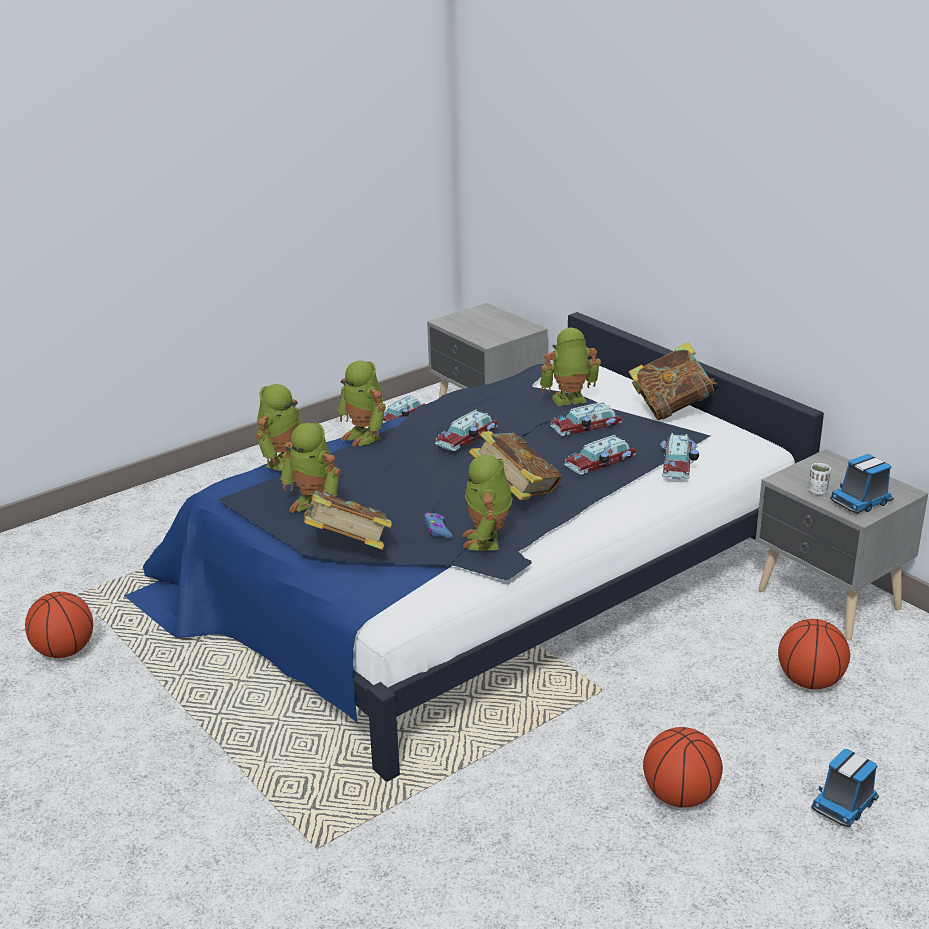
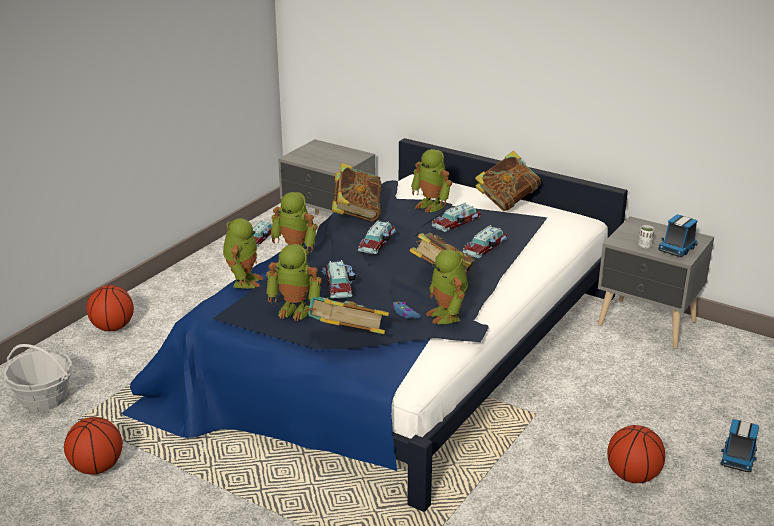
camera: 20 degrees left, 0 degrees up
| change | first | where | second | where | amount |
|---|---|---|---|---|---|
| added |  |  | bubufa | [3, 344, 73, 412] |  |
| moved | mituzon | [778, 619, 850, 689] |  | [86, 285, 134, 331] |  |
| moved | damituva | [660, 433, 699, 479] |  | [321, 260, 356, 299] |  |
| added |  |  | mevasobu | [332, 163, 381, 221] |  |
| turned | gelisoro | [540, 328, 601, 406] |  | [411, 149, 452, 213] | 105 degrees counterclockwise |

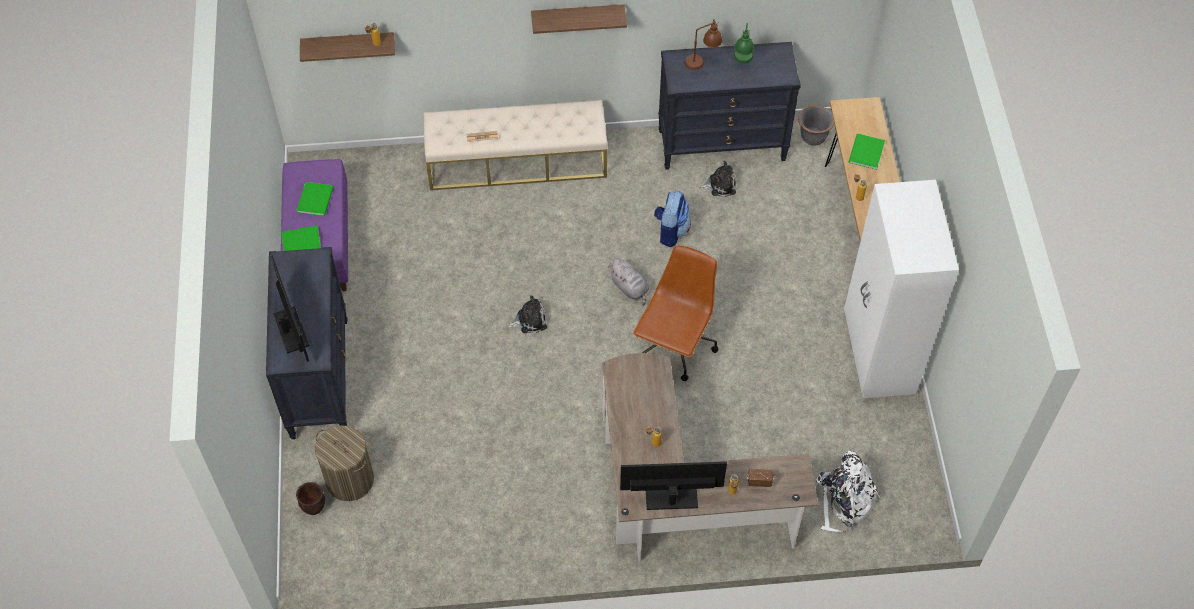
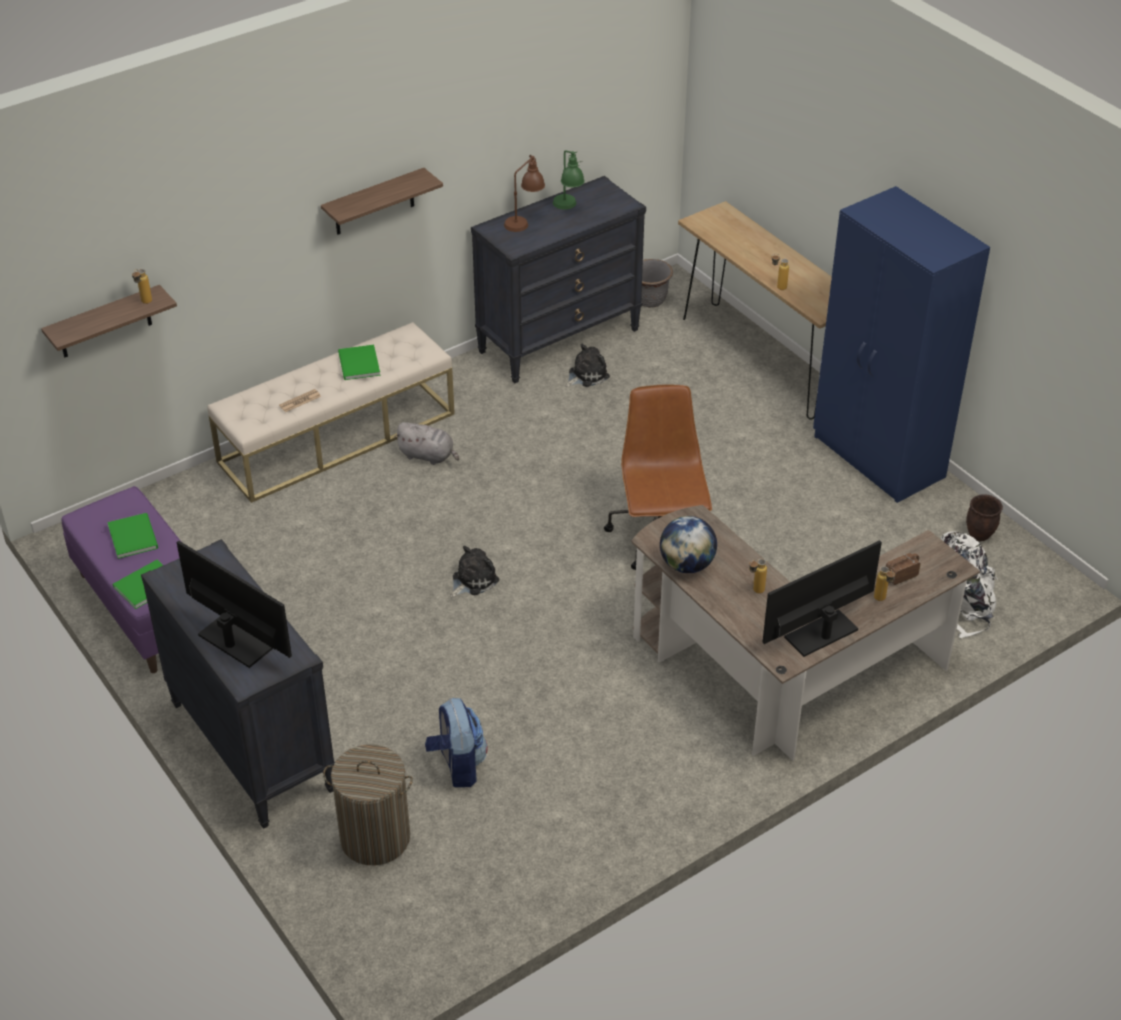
camera: 30 degrees left, 15 degrees down
| change | first | where | second | where | amount |
|---|---|---|---|---|---|
| moved | green mevasobu | [849, 133, 885, 170] |  | [338, 345, 380, 380] |  |
| moved | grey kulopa | [608, 258, 649, 306] |  | [394, 422, 459, 465] |  |
| moved | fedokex | [654, 191, 691, 247] |  | [425, 698, 488, 788] |  |
| added |  |  | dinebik | [660, 516, 717, 573] |  |
| recoloured | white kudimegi | [844, 180, 959, 398] | blue kudimegi | [813, 186, 990, 503] |  |
| moved | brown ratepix | [296, 482, 325, 515] |  | [966, 494, 1003, 541] |  |

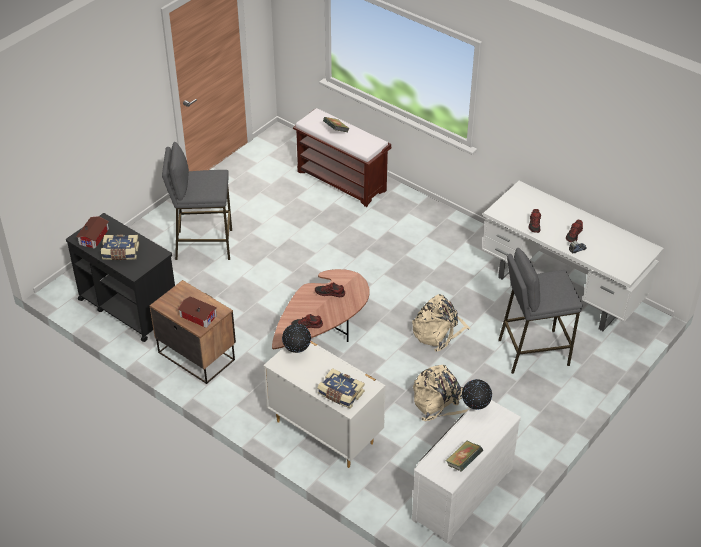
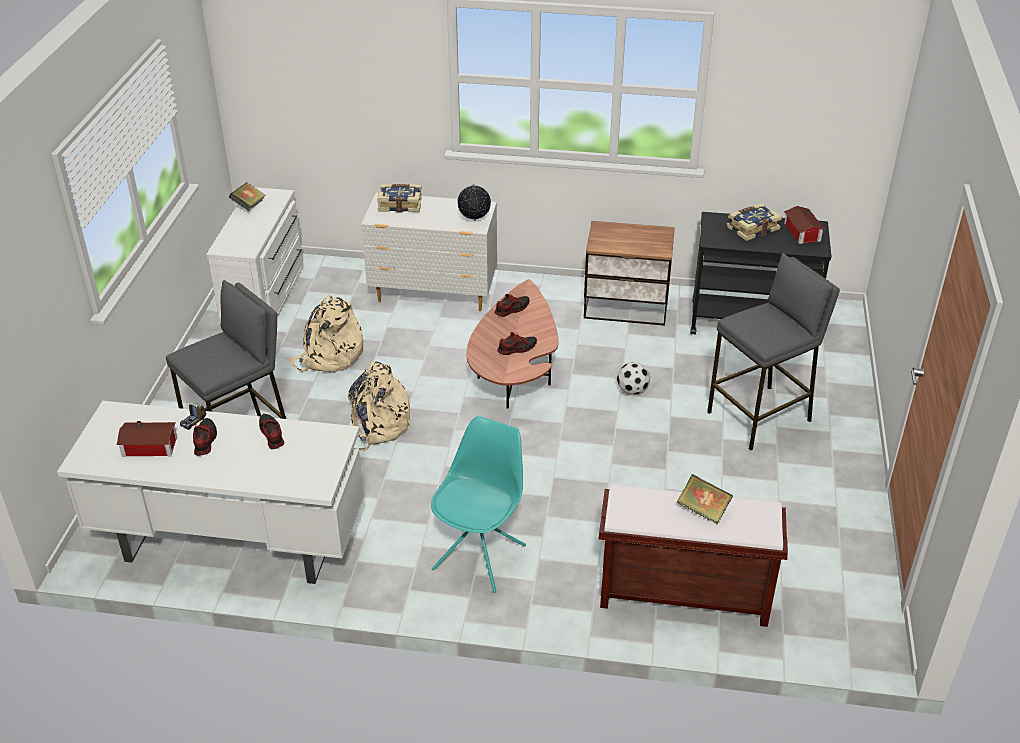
camera: 150 degrees right, 5 degrees down
| change | first | where | second | where | amount |
|---|---|---|---|---|---|
| moved | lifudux | [177, 296, 217, 328] |  | [117, 421, 177, 457] |  |
| added |  |  | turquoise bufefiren | [431, 416, 526, 593] |  |
| added |  |  | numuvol | [617, 362, 650, 395] |  |
| removed | dinebik | [462, 379, 492, 410] |  |  |  |

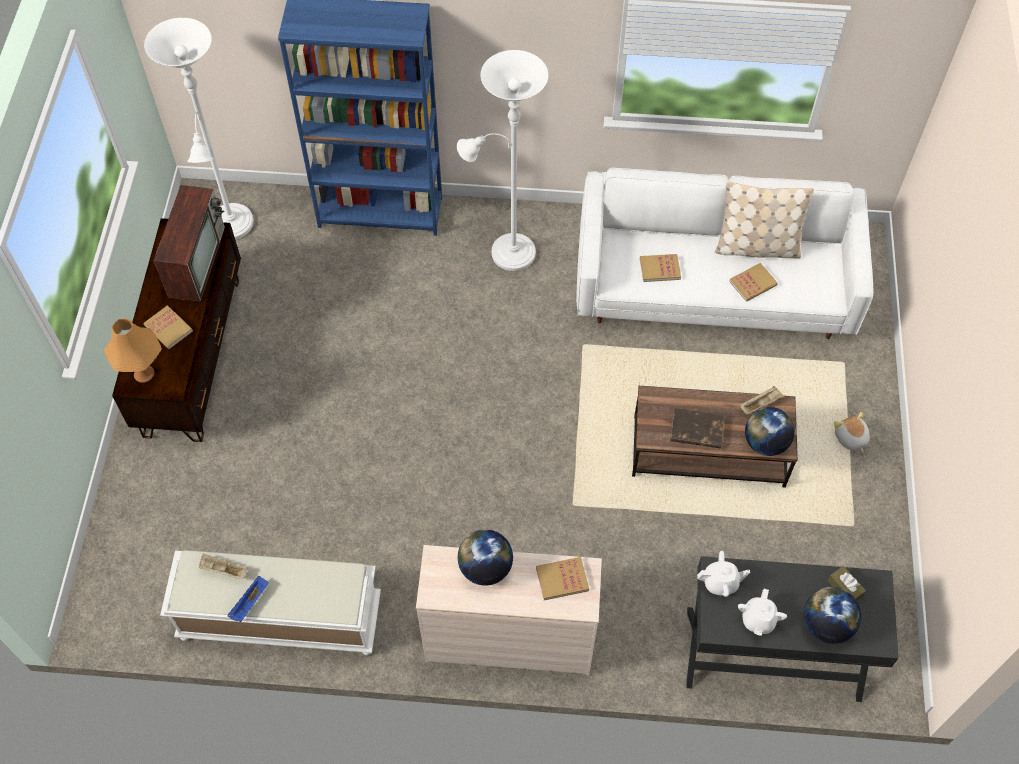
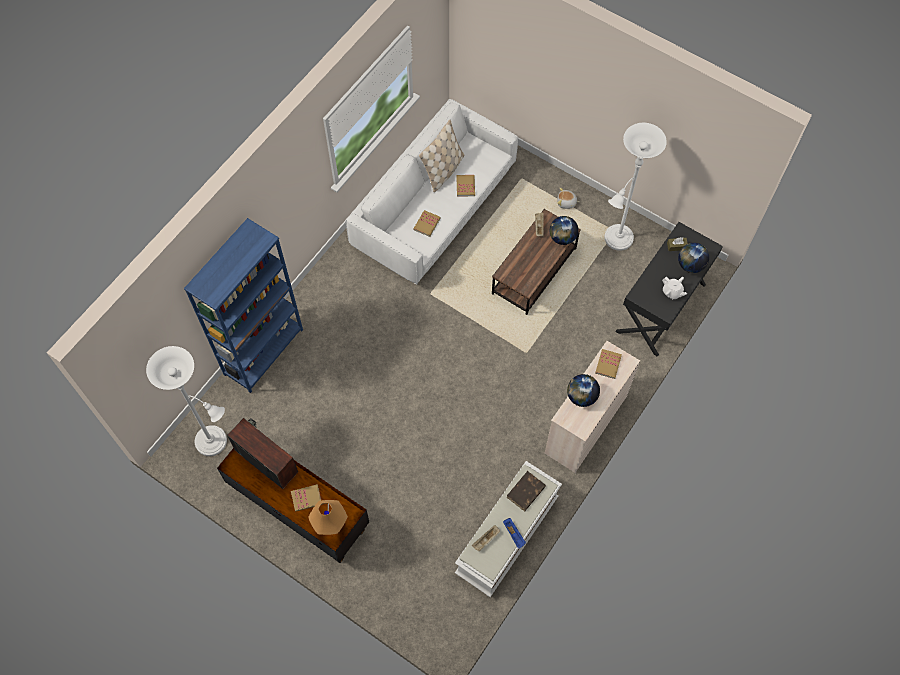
camera: 60 degrees left, 5 degrees up
| change | first | where | second | where | amount |
|---|---|---|---|---|---|
| moved | brown mevasobu | [670, 408, 725, 449] |  | [507, 471, 546, 511] |  |
| moved | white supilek | [457, 50, 548, 271] |  | [605, 123, 667, 251] |  |
| removed | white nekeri | [697, 551, 750, 597] |  |  |  |

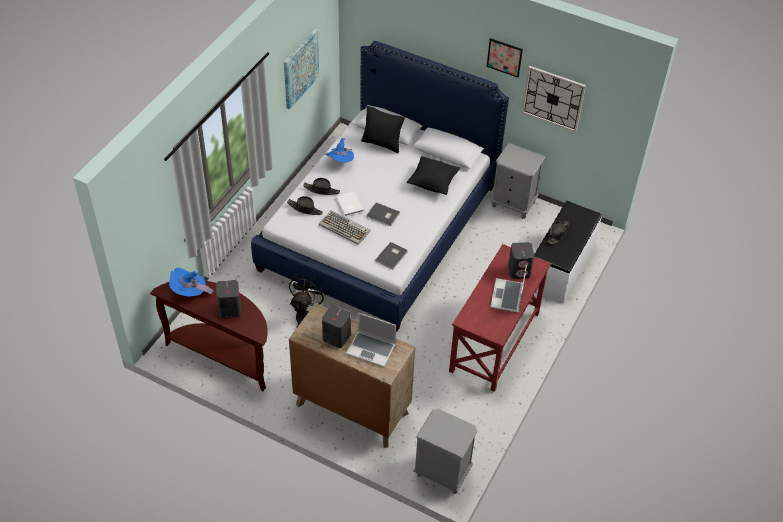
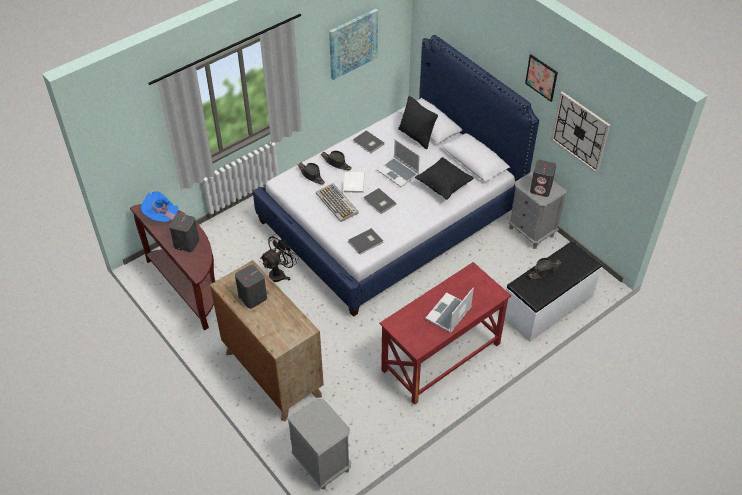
camera: 25 degrees right, 0 degrees up
| change | first | where | second | where | amount |
|---|---|---|---|---|---|
| replaced | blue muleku | [325, 138, 354, 163] | grey mevasobu | [353, 130, 384, 153] |  |
| moved | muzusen | [346, 312, 396, 367] |  | [377, 139, 420, 187] |  |
| moved | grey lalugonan | [508, 242, 534, 279] |  | [530, 160, 556, 197] |  |

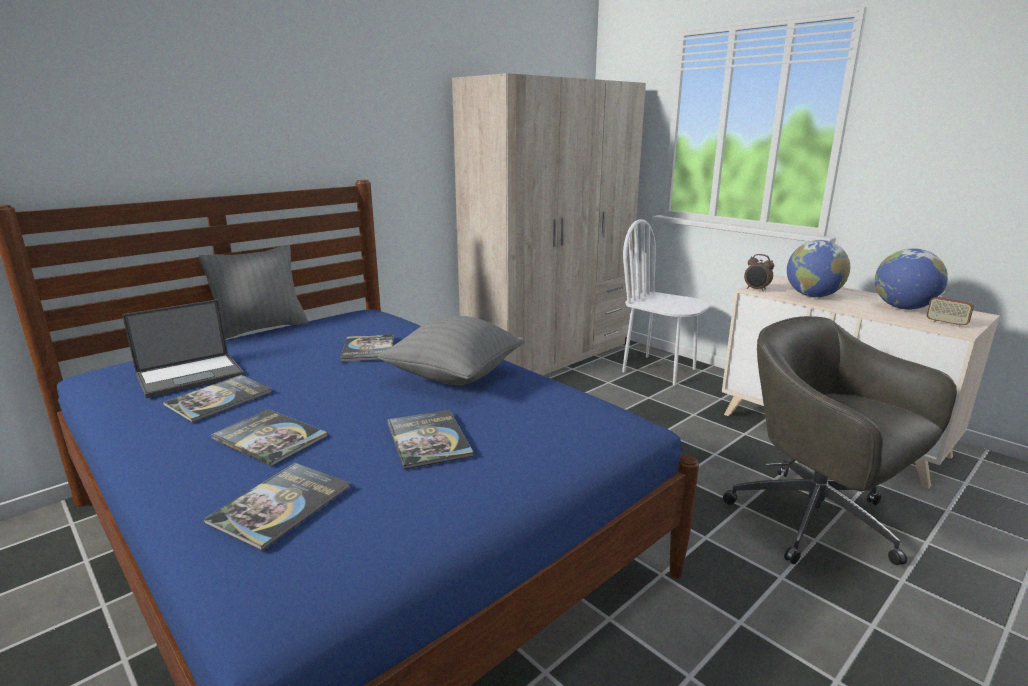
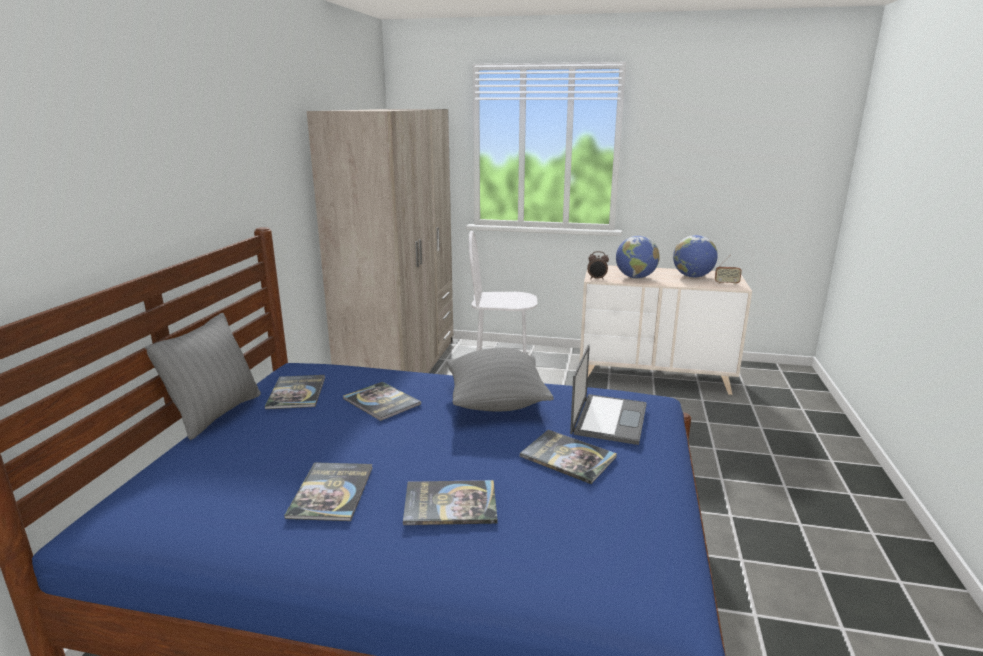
camera: 35 degrees left, 0 degrees up
| change | first | where | second | where | amount |
|---|---|---|---|---|---|
| moved | mevasobu | [204, 463, 350, 551] |  | [265, 375, 325, 409] |  |
| moved | muzusen | [122, 299, 245, 398] |  | [570, 344, 647, 445] |  |
| removed | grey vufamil | [723, 316, 957, 565] |  |  |  |

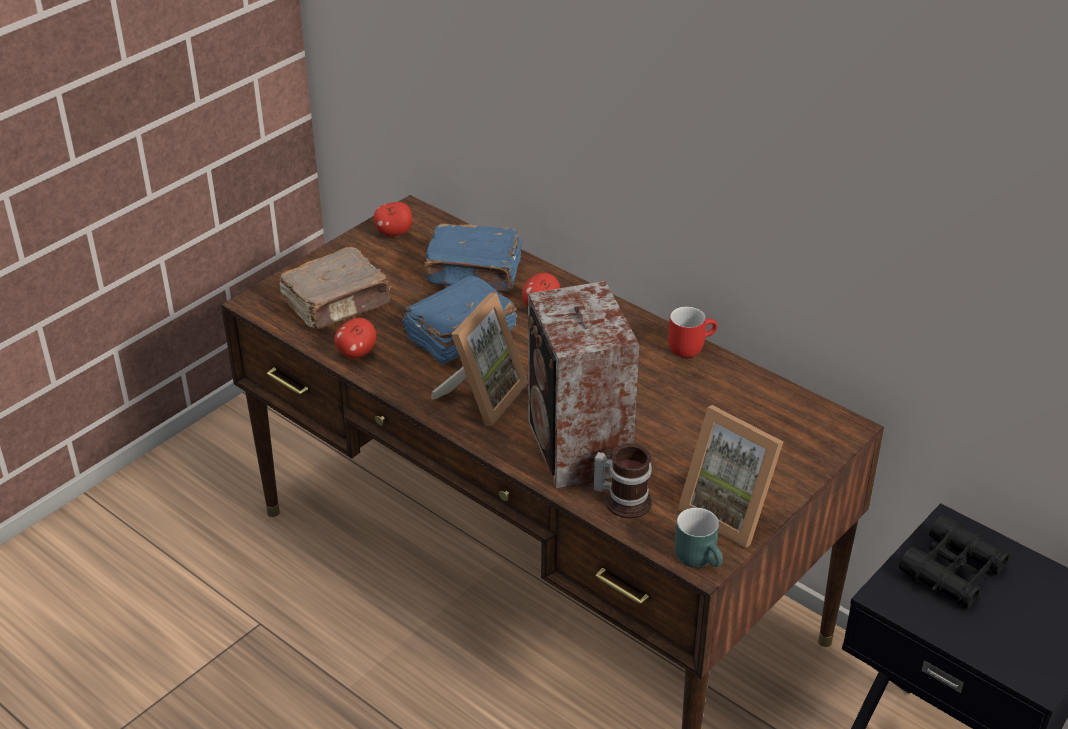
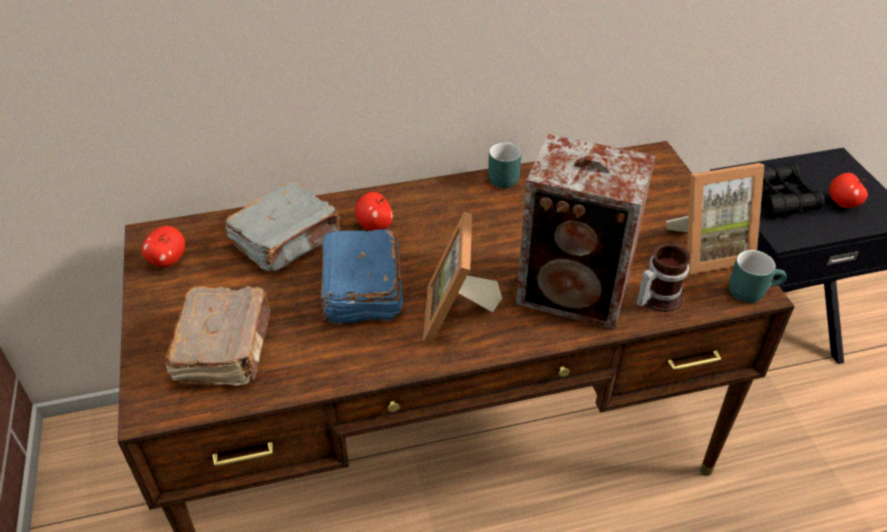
camera: 55 degrees left, 5 degrees up
| change | first | where | second | where | amount |
|---|---|---|---|---|---|
| recoloured | blue mevasobu | [424, 223, 523, 293] | grey mevasobu | [224, 181, 341, 272] |  |
| turned | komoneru | [431, 293, 528, 426] |  | [423, 212, 502, 344] | 150 degrees counterclockwise |
| recoloured | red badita | [668, 306, 717, 357] | turquoise badita | [488, 142, 522, 188] |  |
| moved | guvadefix | [334, 318, 376, 358] |  | [829, 173, 868, 208] |  |

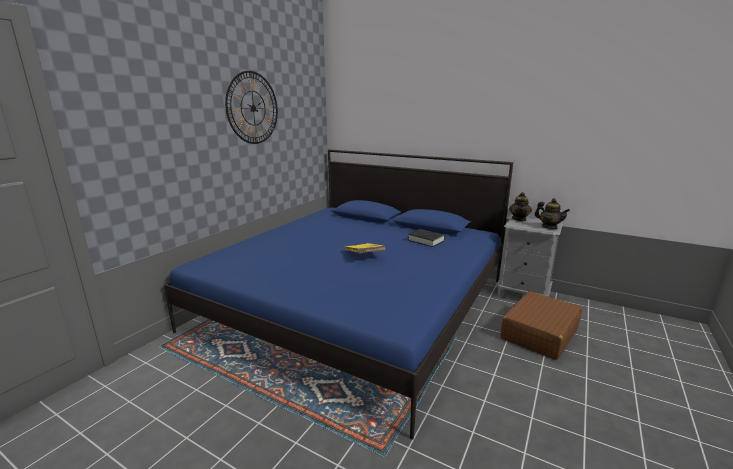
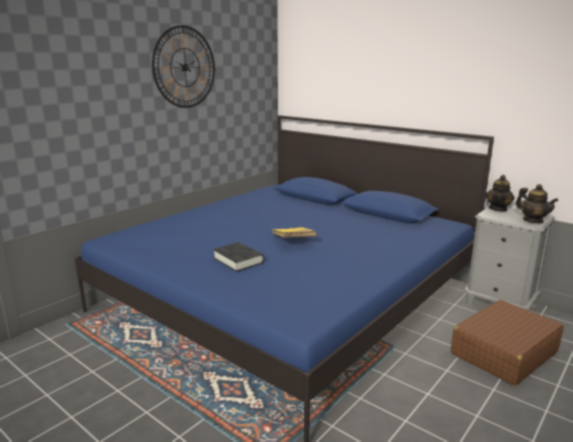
camera: 10 degrees right, 0 degrees up
| change | first | where | second | where | amount |
|---|---|---|---|---|---|
| moved | black mevasobu | [408, 229, 445, 247] |  | [213, 242, 264, 272] |  |

